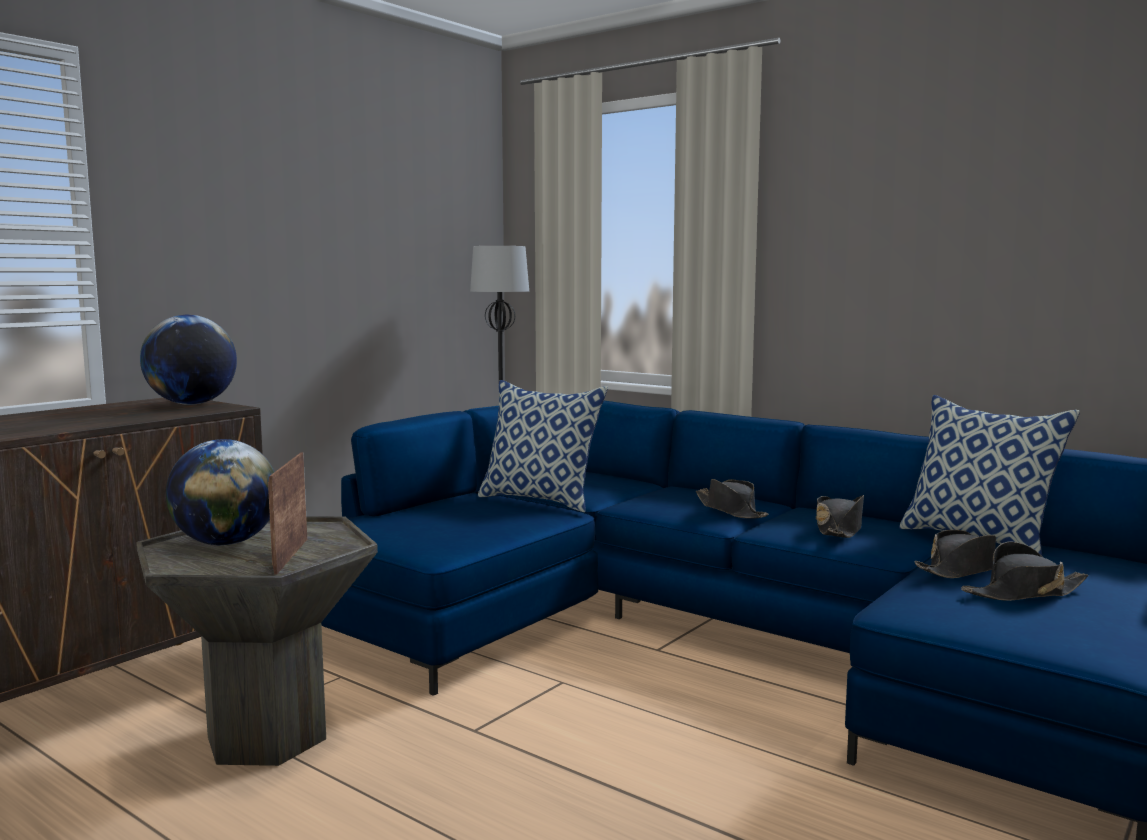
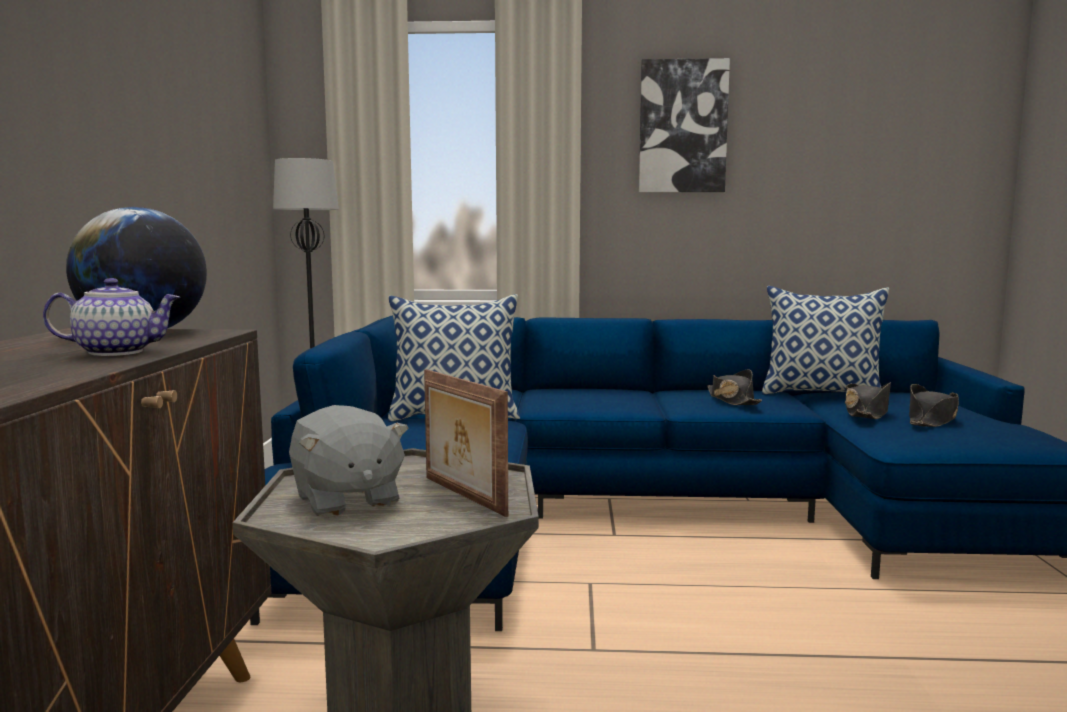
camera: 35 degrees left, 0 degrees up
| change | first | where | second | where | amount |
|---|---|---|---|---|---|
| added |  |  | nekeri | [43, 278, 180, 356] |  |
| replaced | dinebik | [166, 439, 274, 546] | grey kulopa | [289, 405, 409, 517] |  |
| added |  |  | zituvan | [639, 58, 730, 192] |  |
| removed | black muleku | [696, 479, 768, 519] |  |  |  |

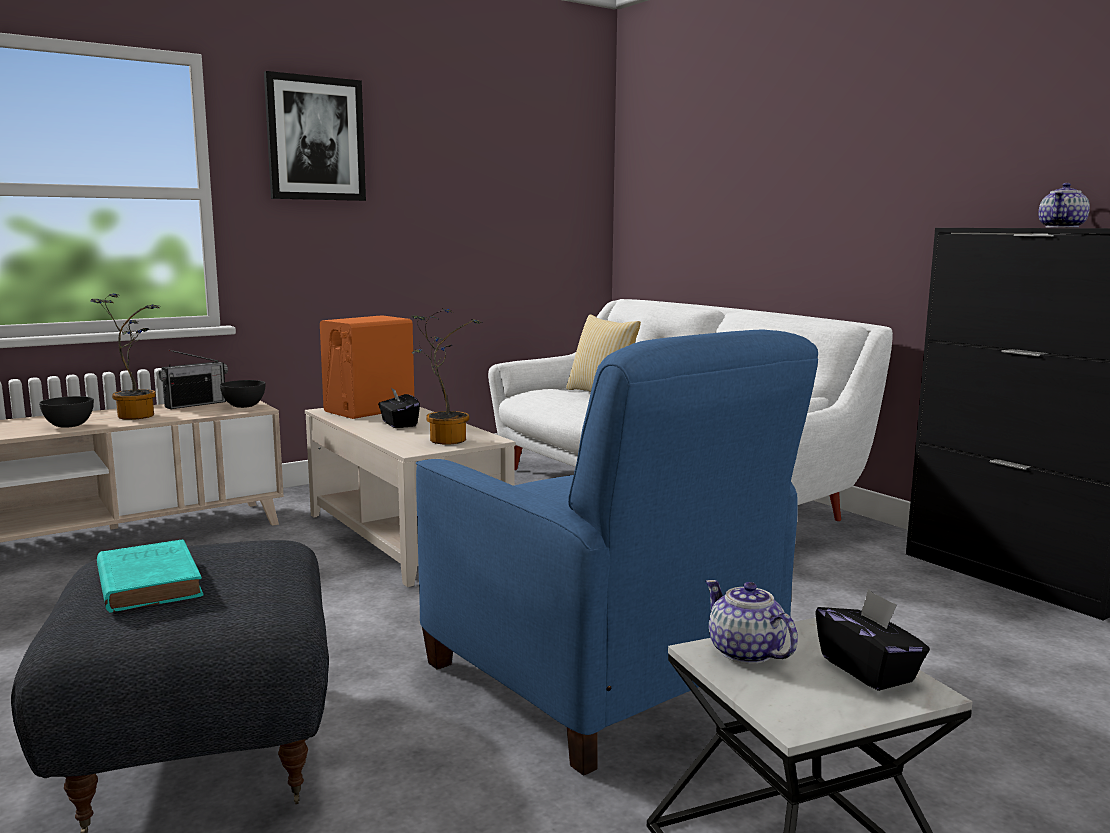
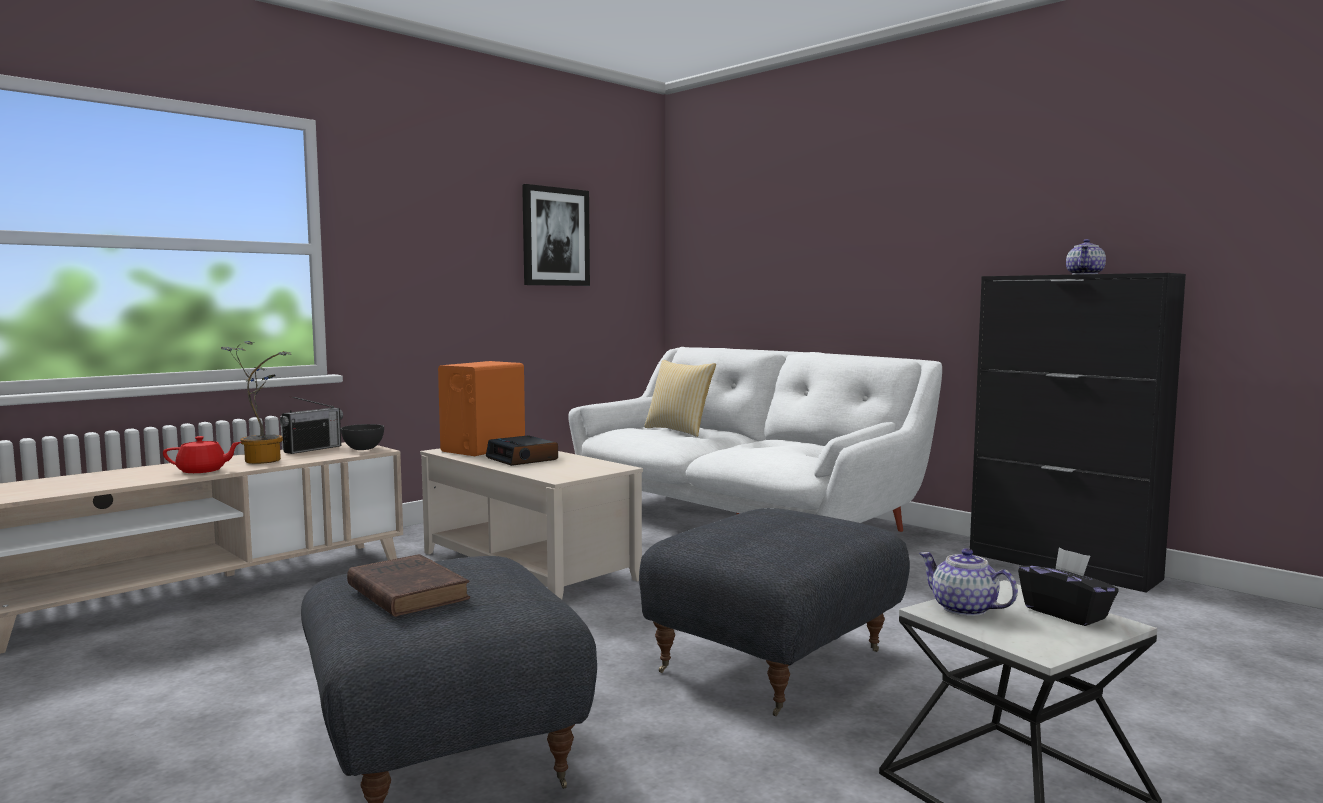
camera: 10 degrees left, 5 degrees down
| change | first | where | second | where | amount |
|---|---|---|---|---|---|
| replaced | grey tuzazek | [39, 396, 94, 428] | red nekeri | [163, 436, 241, 473] |  |
| recoloured | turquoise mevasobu | [97, 540, 204, 613] | brown mevasobu | [347, 554, 470, 617] |  |
| replaced | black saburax | [378, 388, 420, 428] | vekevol | [486, 435, 558, 466] |  |
| moved | zituvan | [264, 71, 366, 201] |  | [522, 184, 590, 286] |  |
| replaced | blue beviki | [416, 329, 818, 775] | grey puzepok | [639, 508, 910, 716] |  |
| removed | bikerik | [411, 309, 482, 445] |  |  |  |

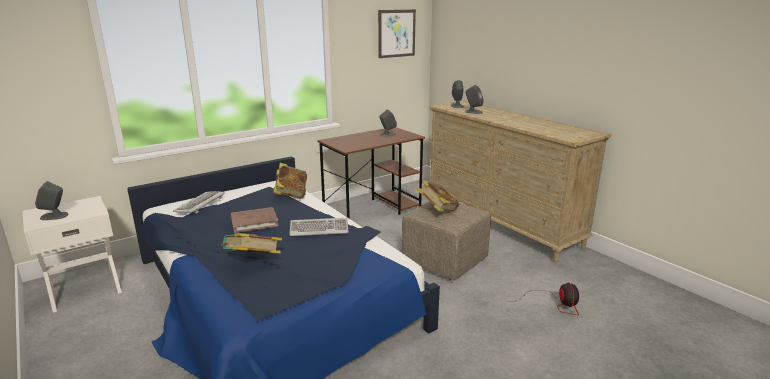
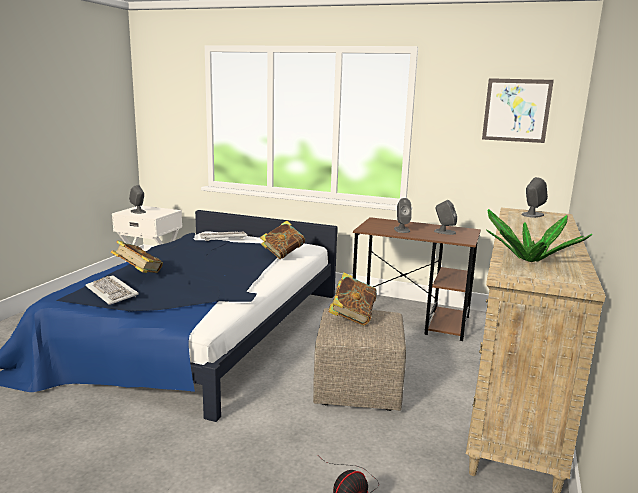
camera: 55 degrees right, 5 degrees down
| change | first | where | second | where | amount |
|---|---|---|---|---|---|
| moved | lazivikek | [289, 218, 349, 236] |  | [85, 275, 139, 305] |  |
| moved | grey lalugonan | [465, 85, 484, 114] |  | [394, 198, 412, 233] |  |
| added |  |  | bikerik | [486, 209, 592, 262] |  |
| removed | brown mevasobu | [231, 207, 279, 233] |  |  |  |

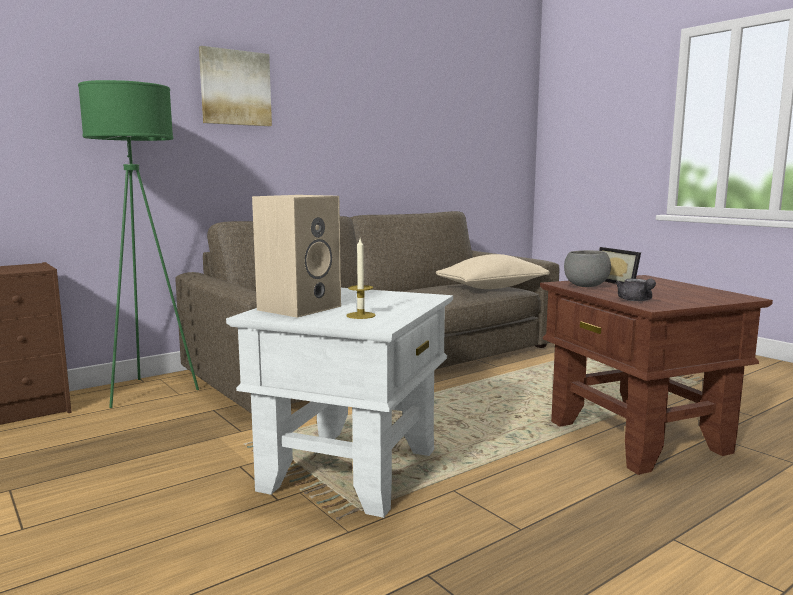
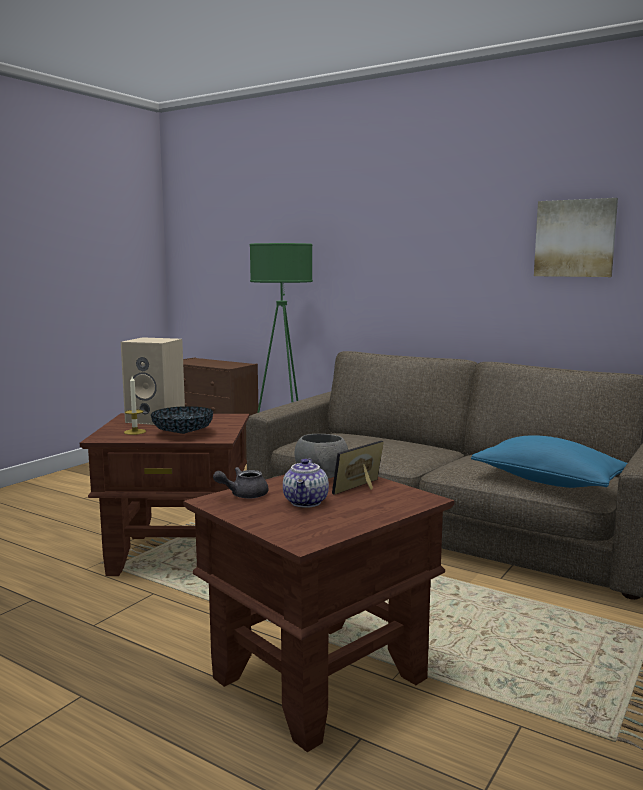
camera: 70 degrees right, 0 degrees up
| change | first | where | second | where | amount |
|---|---|---|---|---|---|
| recoloured | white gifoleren | [226, 288, 453, 518] | brown gifoleren | [80, 413, 249, 576] |  |
| added |  |  | tuzazek | [151, 406, 213, 434] |  |
| added |  |  | nekeri | [283, 458, 329, 508] |  |
| recoloured | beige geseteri | [436, 254, 549, 289] | blue geseteri | [471, 435, 627, 488] |  |
| moved | zituvan | [199, 46, 272, 126] |  | [534, 198, 618, 277] |  |

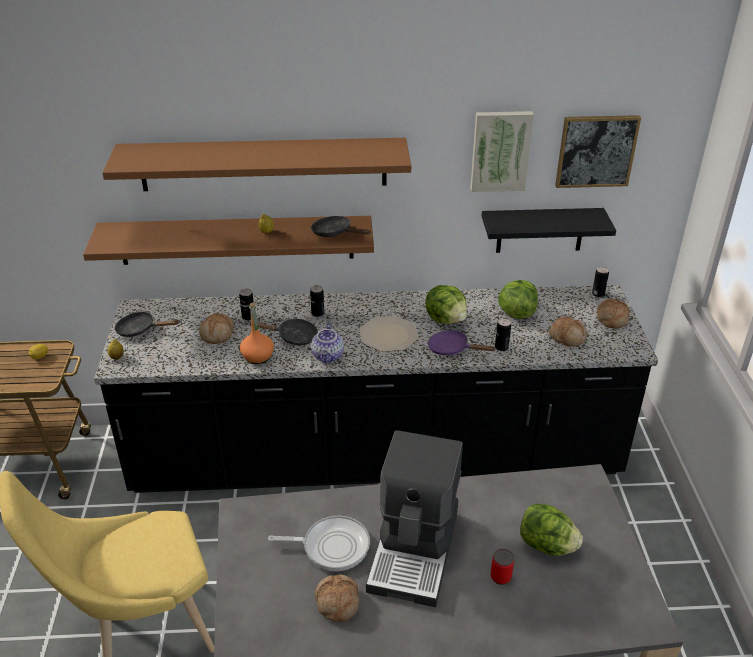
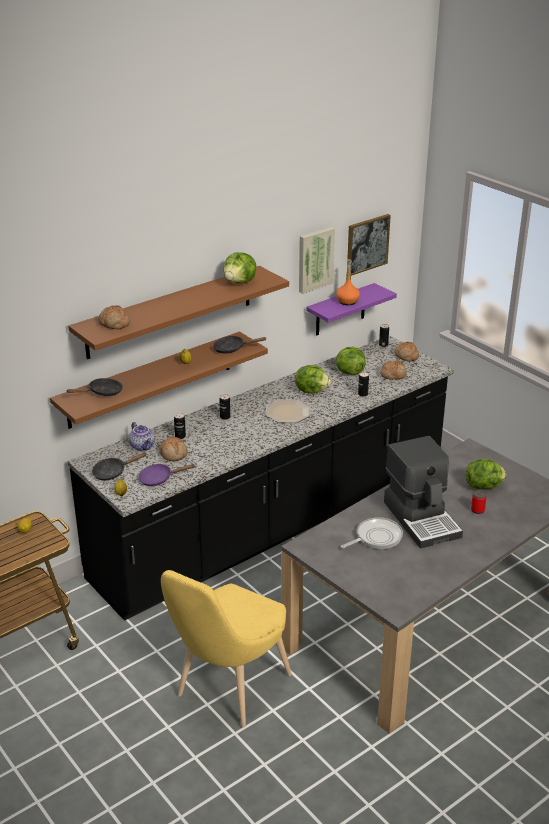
camera: 35 degrees left, 5 degrees down
| change | first | where | second | where | amount |
|---|---|---|---|---|---|
| moved | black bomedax | [249, 319, 318, 345] |  | [66, 378, 123, 396] |  |
| moved | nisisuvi | [315, 574, 359, 622] |  | [98, 305, 130, 329] |  |
| moved | nekeri | [311, 323, 344, 364] |  | [129, 422, 155, 451] |  |
| moved | purple bomedax | [428, 330, 495, 356] |  | [138, 464, 195, 486] |  |
| added |  |  | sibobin | [224, 252, 256, 284] |  |
| recoloured | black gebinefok | [482, 208, 616, 253] | purple gebinefok | [306, 283, 397, 335] |  |
| moved | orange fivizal | [240, 303, 274, 364] |  | [336, 259, 360, 305] |  |

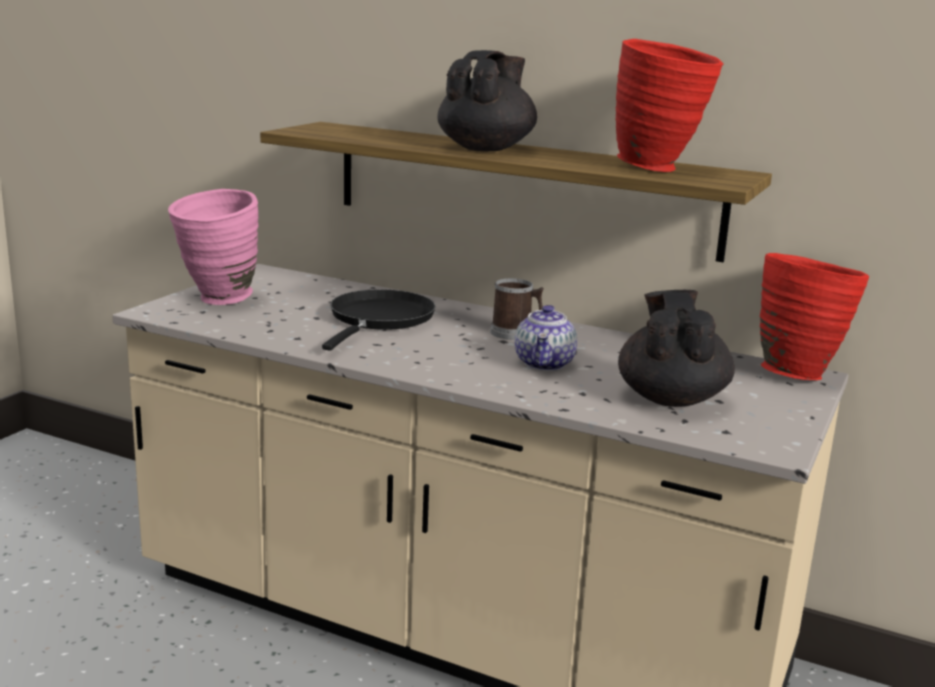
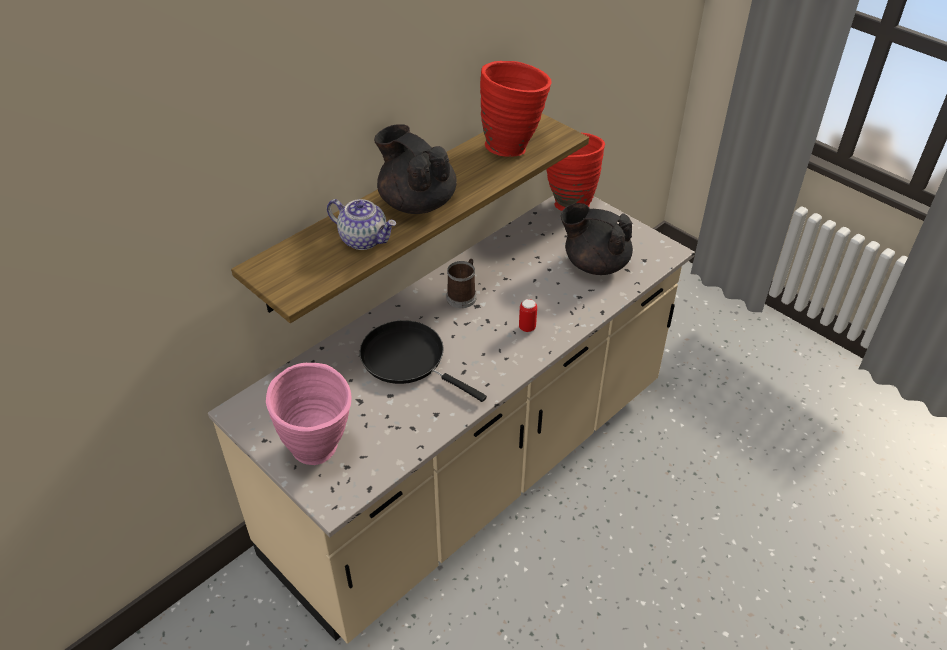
camera: 70 degrees left, 25 degrees up
| change | first | where | second | where | amount |
|---|---|---|---|---|---|
| moved | nekeri | [515, 305, 577, 371] |  | [327, 199, 396, 250] |  |
| added |  |  | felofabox | [519, 299, 537, 332] |  |

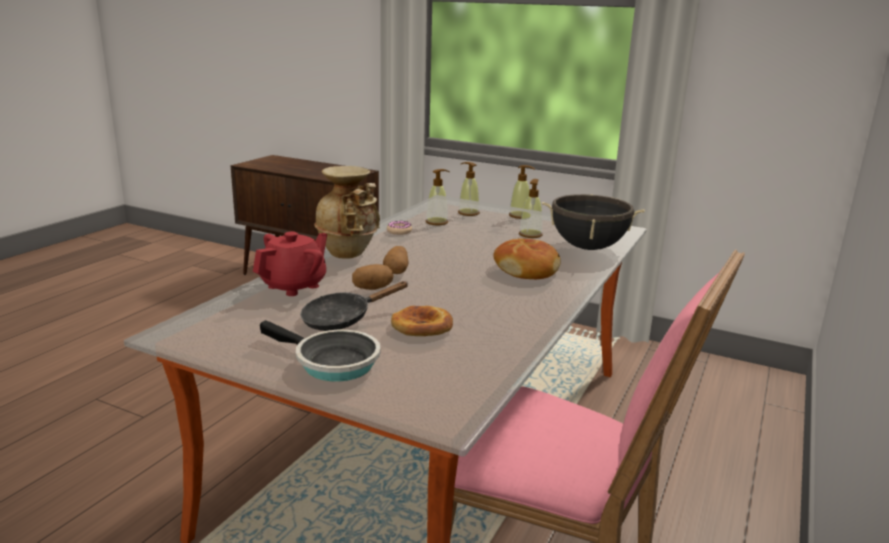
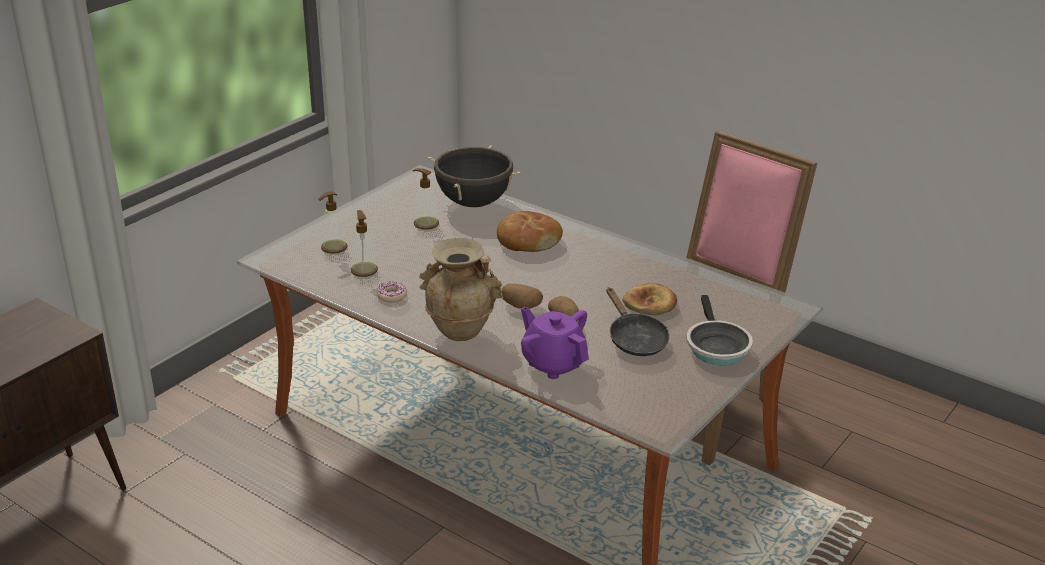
camera: 80 degrees left, 10 degrees up
| change | first | where | second | where | amount |
|---|---|---|---|---|---|
| recoloured | red nekeri | [253, 231, 327, 296] | purple nekeri | [521, 307, 589, 379] |  |
| turned | bomedax | [260, 320, 381, 381] |  | [686, 295, 753, 365] | 135 degrees clockwise |
| removed | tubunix | [509, 165, 535, 219] |  |  |  |

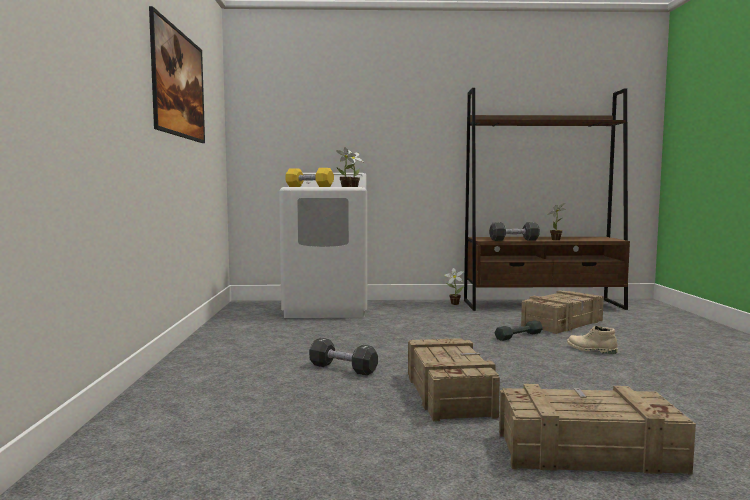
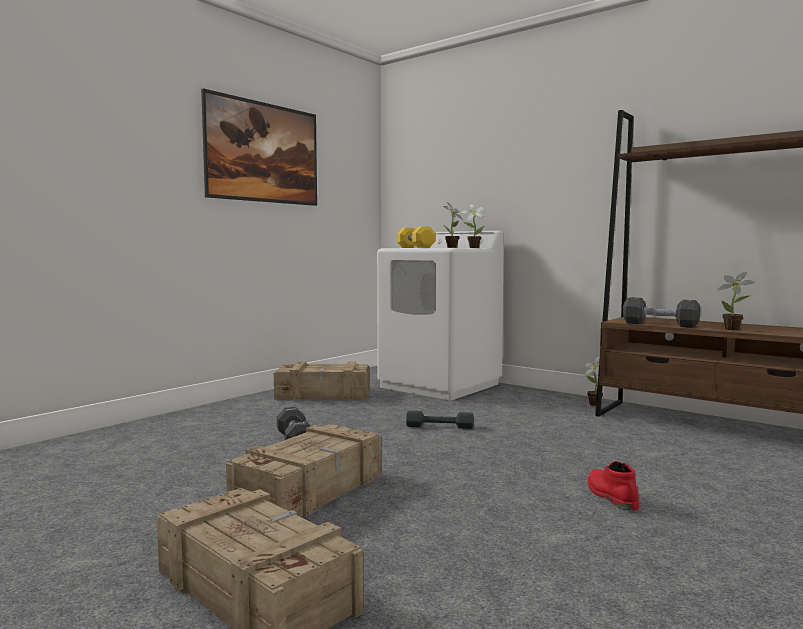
camera: 40 degrees right, 0 degrees up
| change | first | where | second | where | amount |
|---|---|---|---|---|---|
| moved | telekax | [521, 290, 604, 334] |  | [274, 362, 370, 400] |  |
| moved | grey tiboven | [494, 321, 543, 341] |  | [406, 411, 474, 429] |  |
| recoloured | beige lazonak | [567, 326, 618, 354] | red lazonak | [588, 461, 639, 511] |  |

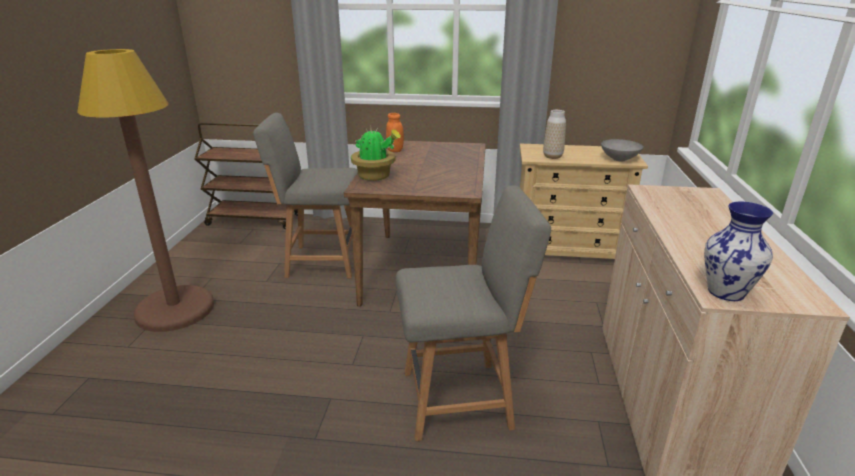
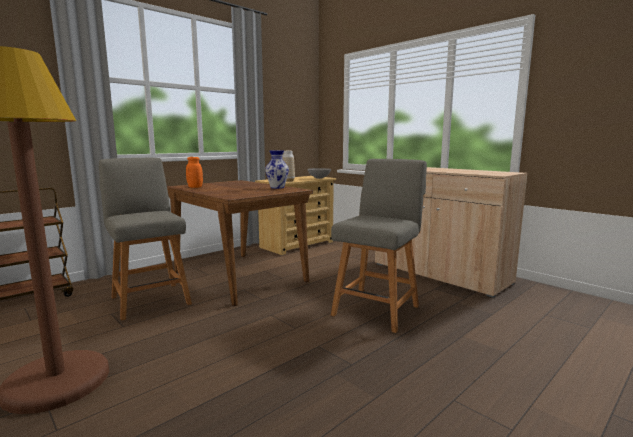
camera: 50 degrees left, 15 degrees down
| change | first | where | second | where | amount |
|---|---|---|---|---|---|
| turned | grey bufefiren | [253, 113, 358, 278] |  | [99, 158, 192, 321] | 105 degrees clockwise |
| moved | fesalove | [704, 202, 773, 301] |  | [265, 150, 289, 189] |  |
| removed | bikerik | [351, 128, 401, 181] |  |  |  |

